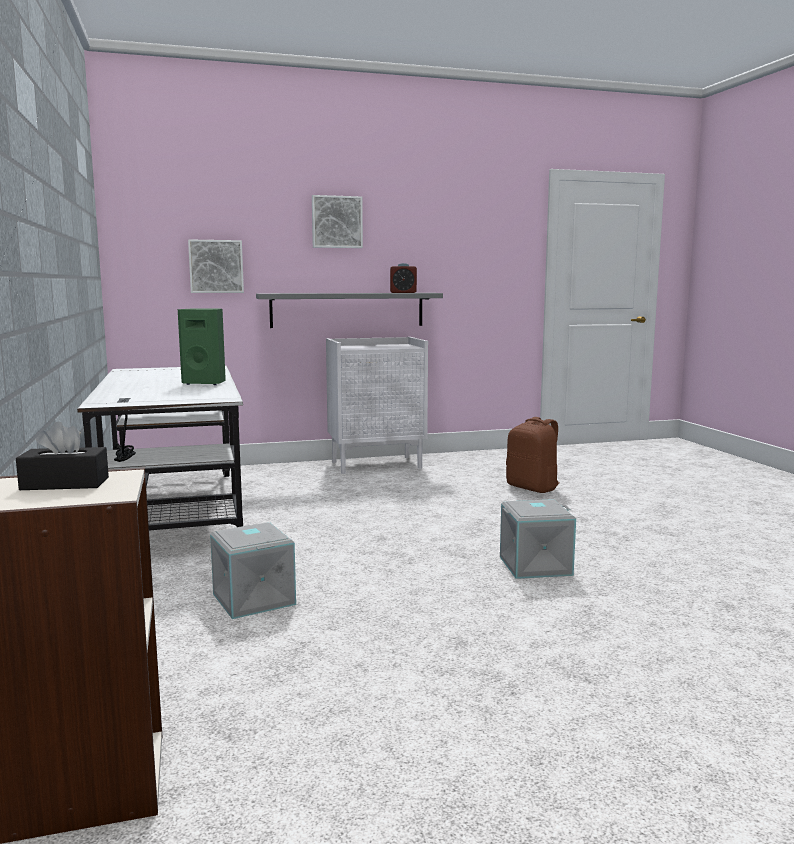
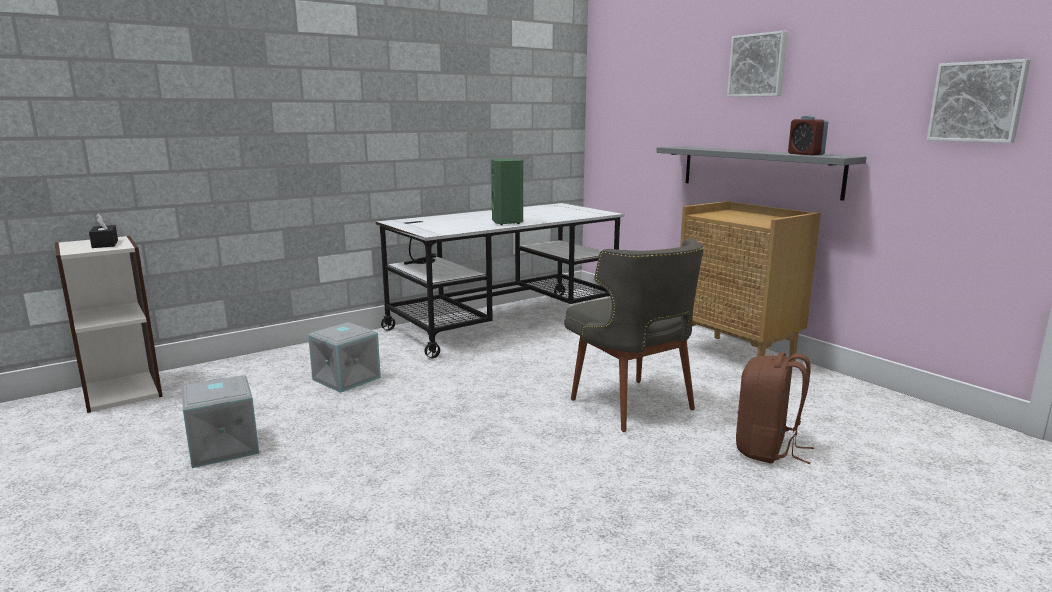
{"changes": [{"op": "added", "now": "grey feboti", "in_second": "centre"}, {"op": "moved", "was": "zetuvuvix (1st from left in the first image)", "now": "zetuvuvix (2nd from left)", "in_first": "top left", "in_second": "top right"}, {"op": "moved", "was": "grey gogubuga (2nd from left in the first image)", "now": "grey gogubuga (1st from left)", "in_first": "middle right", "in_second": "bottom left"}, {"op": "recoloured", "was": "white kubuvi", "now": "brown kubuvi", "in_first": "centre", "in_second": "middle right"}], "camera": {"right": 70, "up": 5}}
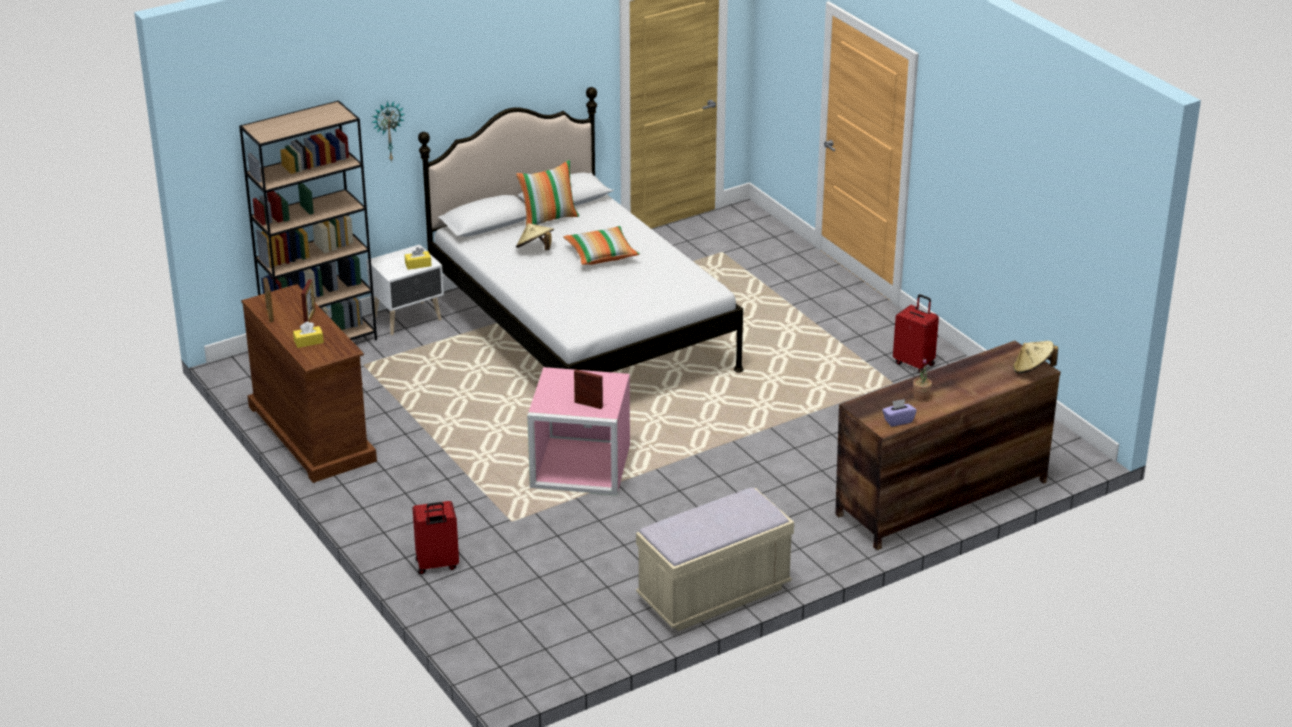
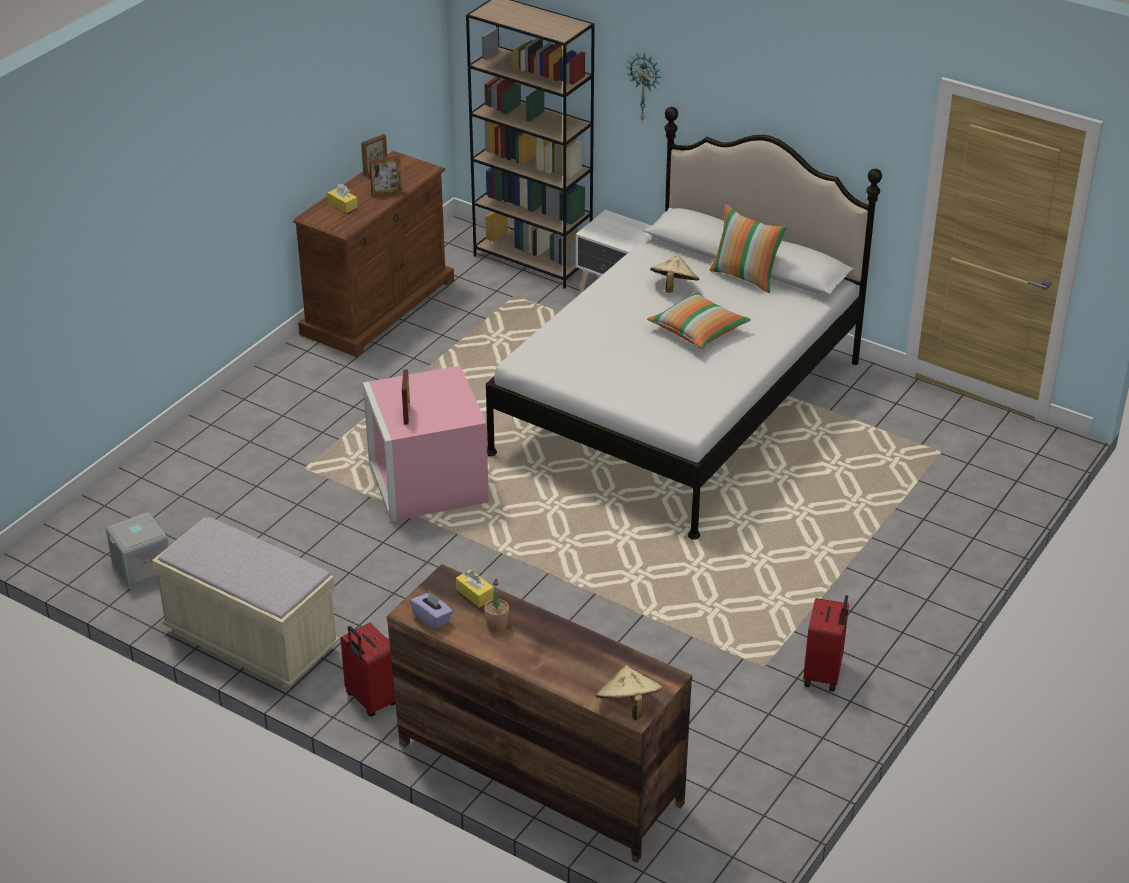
{"changes": [{"op": "added", "now": "grey gogubuga", "in_second": "middle left"}, {"op": "moved", "was": "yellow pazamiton (2nd from left)", "in_first": "middle left", "in_second": "centre"}, {"op": "moved", "was": "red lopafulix (1st from left)", "in_first": "bottom centre", "in_second": "bottom left"}], "camera": {"right": 65, "up": 5}}
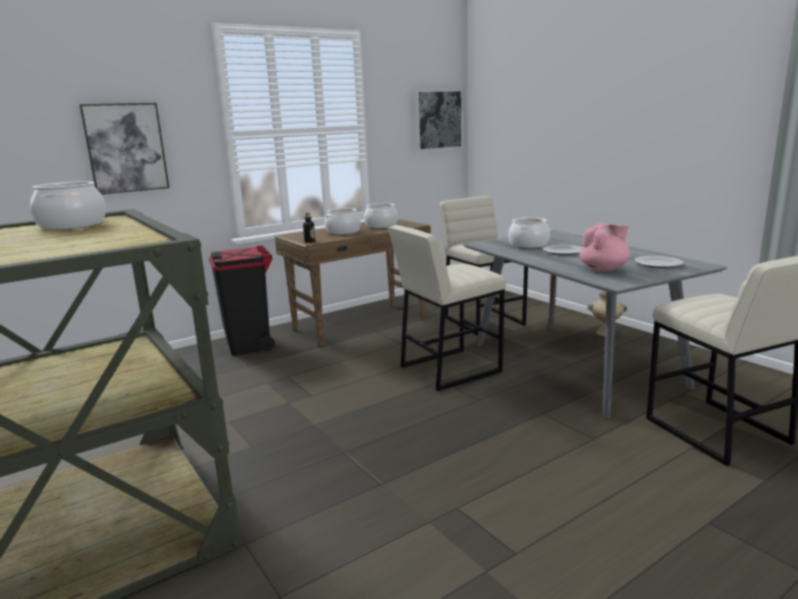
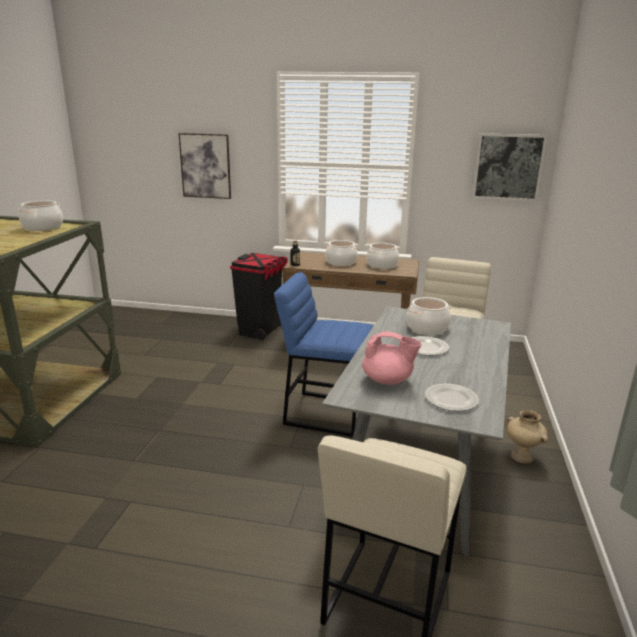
{"changes": [{"op": "recoloured", "was": "beige feboti (1st from left)", "now": "blue feboti", "in_first": "centre", "in_second": "centre"}], "camera": {"right": 45, "up": 5}}
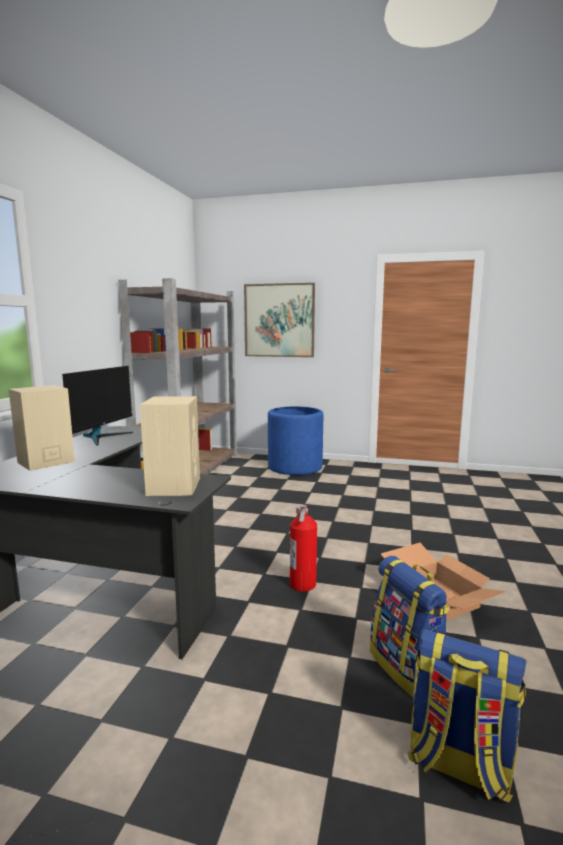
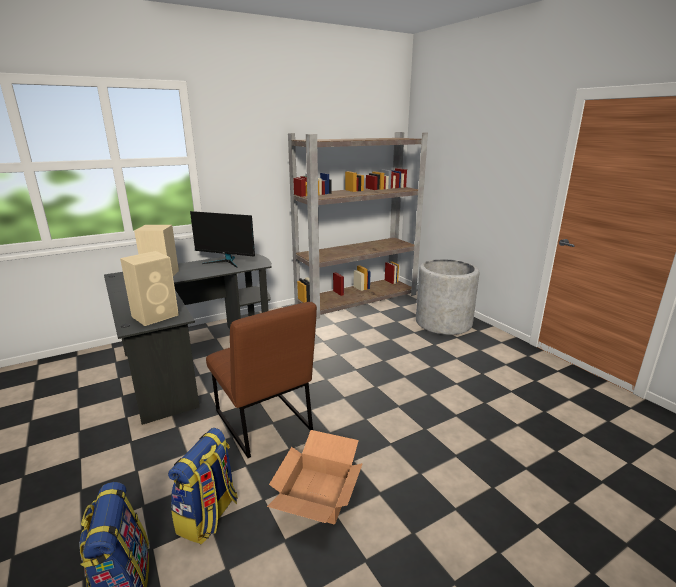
{"changes": [{"op": "removed", "was": "zetuvuvix", "in_first": "centre"}, {"op": "replaced", "was": "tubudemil", "now": "brown feboti", "in_first": "centre", "in_second": "centre"}, {"op": "recoloured", "was": "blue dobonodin", "now": "grey dobonodin", "in_first": "centre", "in_second": "centre"}, {"op": "turned", "was": "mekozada", "in_first": "middle left", "in_second": "middle left", "clockwise": 45}], "camera": {"right": 45, "up": 10}}
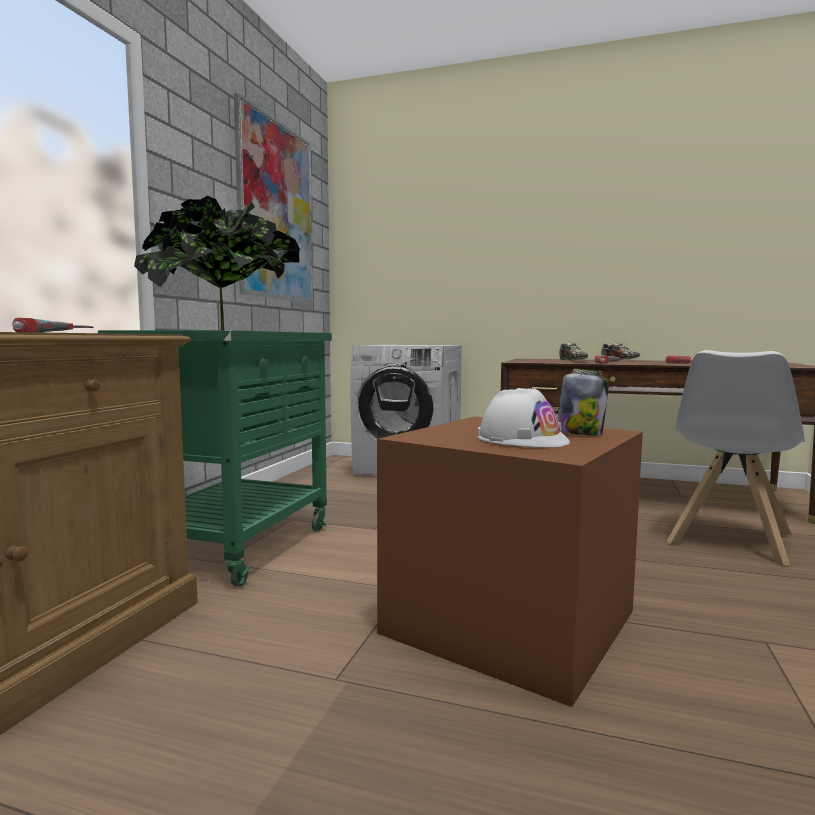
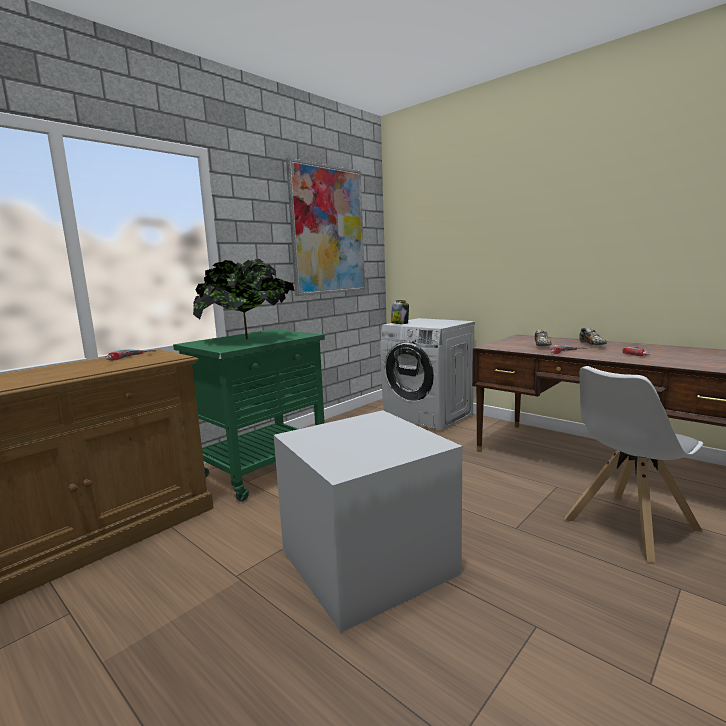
{"changes": [{"op": "removed", "was": "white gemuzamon", "in_first": "centre"}, {"op": "moved", "was": "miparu", "in_first": "middle right", "in_second": "centre"}, {"op": "recoloured", "was": "brown gogubuga", "now": "grey gogubuga", "in_first": "bottom centre", "in_second": "bottom centre"}], "camera": {"right": 25, "up": 5}}
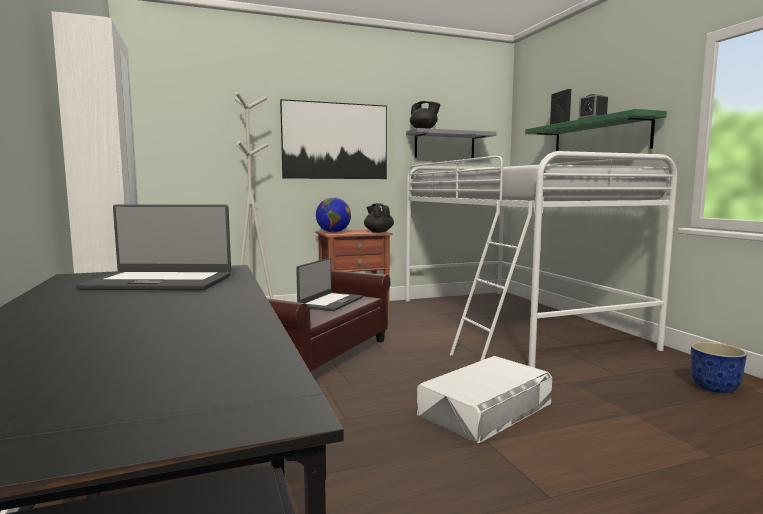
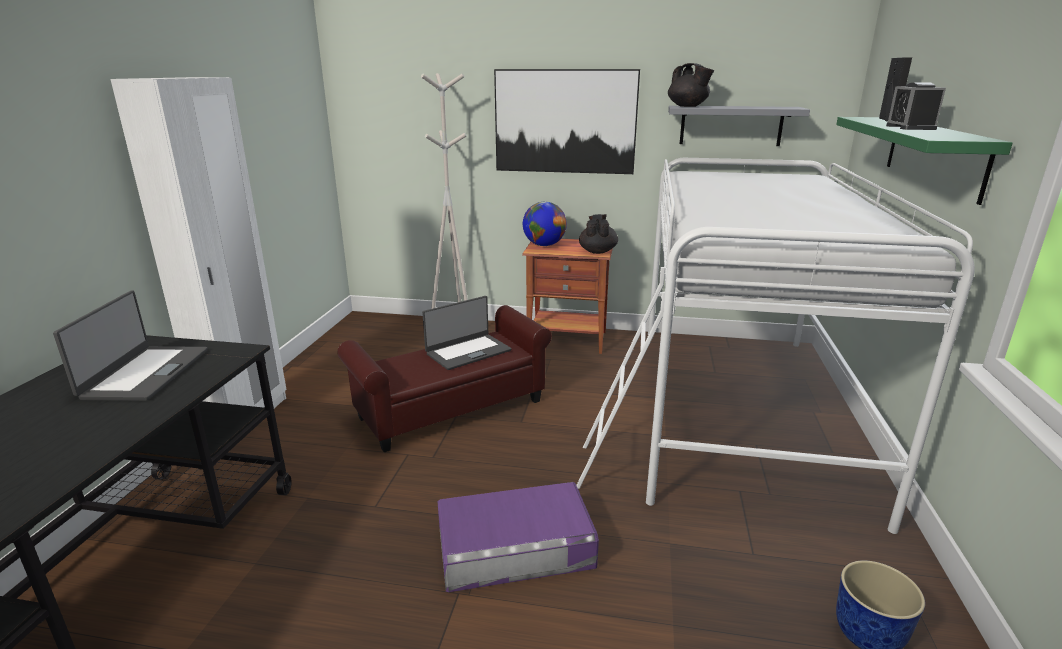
{"changes": [{"op": "recoloured", "was": "white gogubuga", "now": "purple gogubuga", "in_first": "bottom centre", "in_second": "bottom centre"}, {"op": "turned", "was": "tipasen (1st from left)", "in_first": "middle left", "in_second": "middle left", "clockwise": -120}], "camera": {"right": 30, "up": 15}}
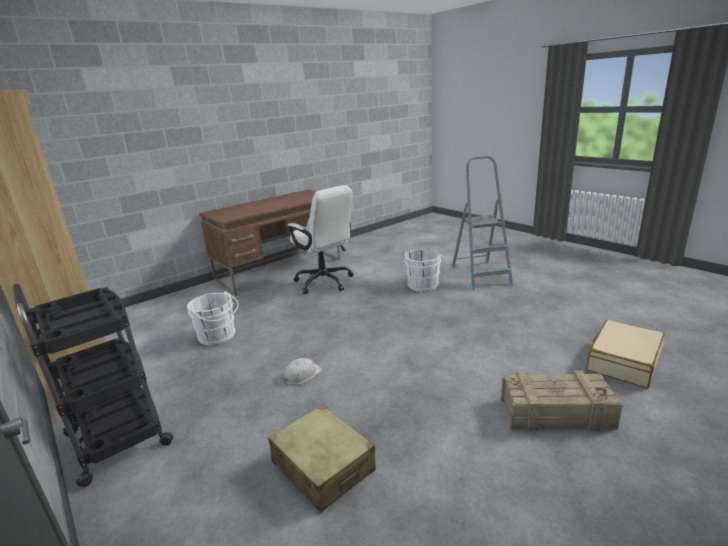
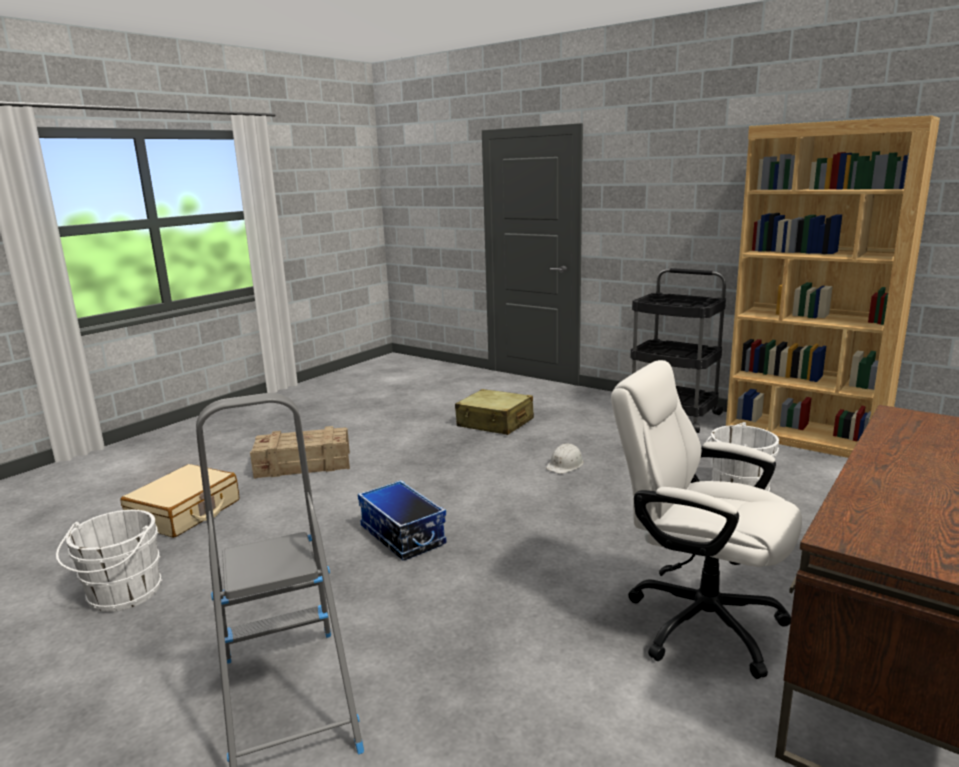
{"changes": [{"op": "added", "now": "gogubuga", "in_second": "bottom centre"}, {"op": "moved", "was": "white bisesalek (2nd from left in the first image)", "now": "white bisesalek (1st from left)", "in_first": "centre", "in_second": "bottom left"}], "camera": {"right": 165, "up": -5}}
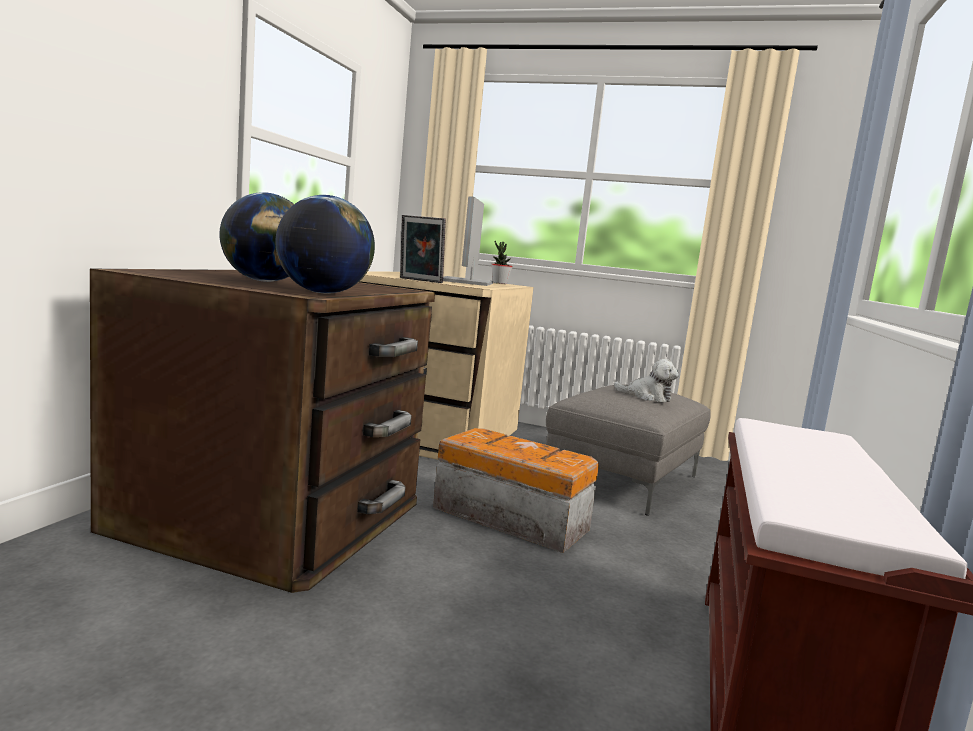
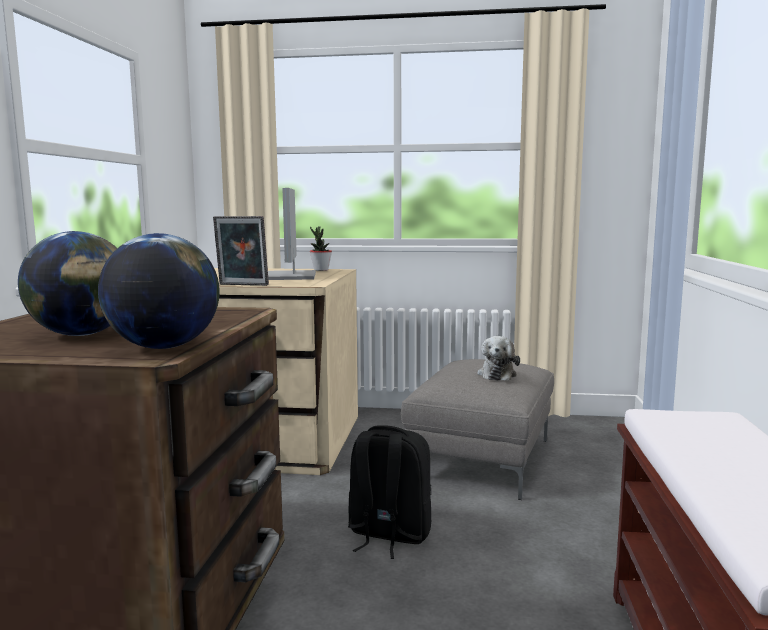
{"changes": [{"op": "replaced", "was": "gogubuga", "now": "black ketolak", "in_first": "bottom centre", "in_second": "bottom centre"}, {"op": "turned", "was": "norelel", "in_first": "centre", "in_second": "centre", "clockwise": 90}], "camera": {"right": -10, "up": 0}}
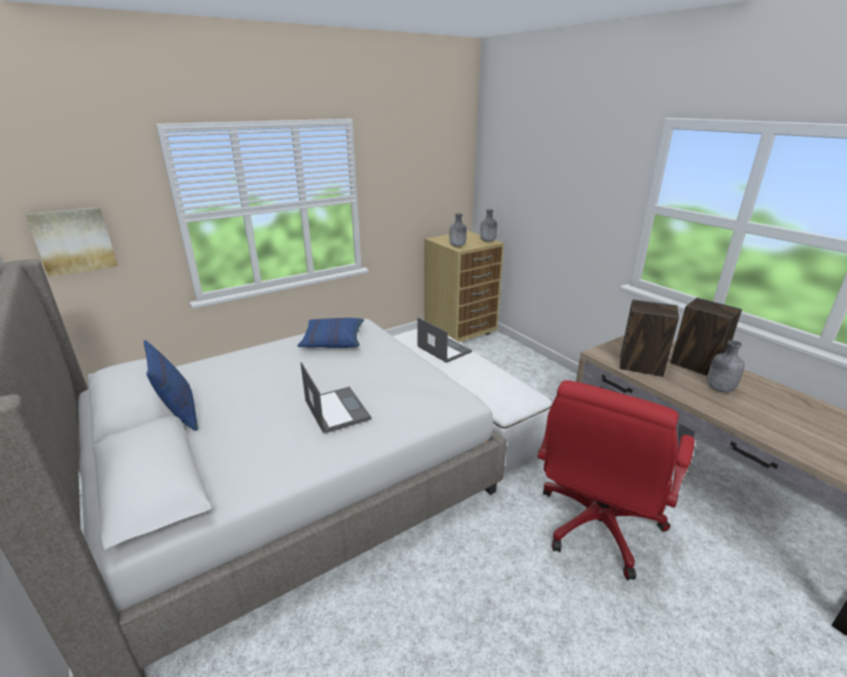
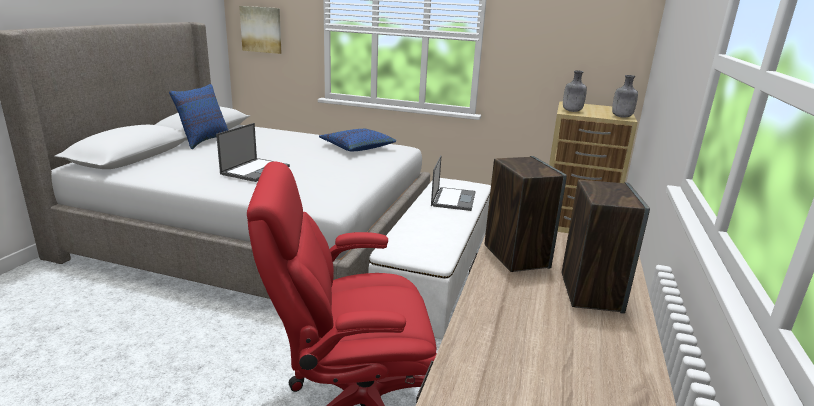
{"changes": [{"op": "removed", "was": "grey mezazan (3rd from left)", "in_first": "middle right"}], "camera": {"right": 50, "up": -5}}
